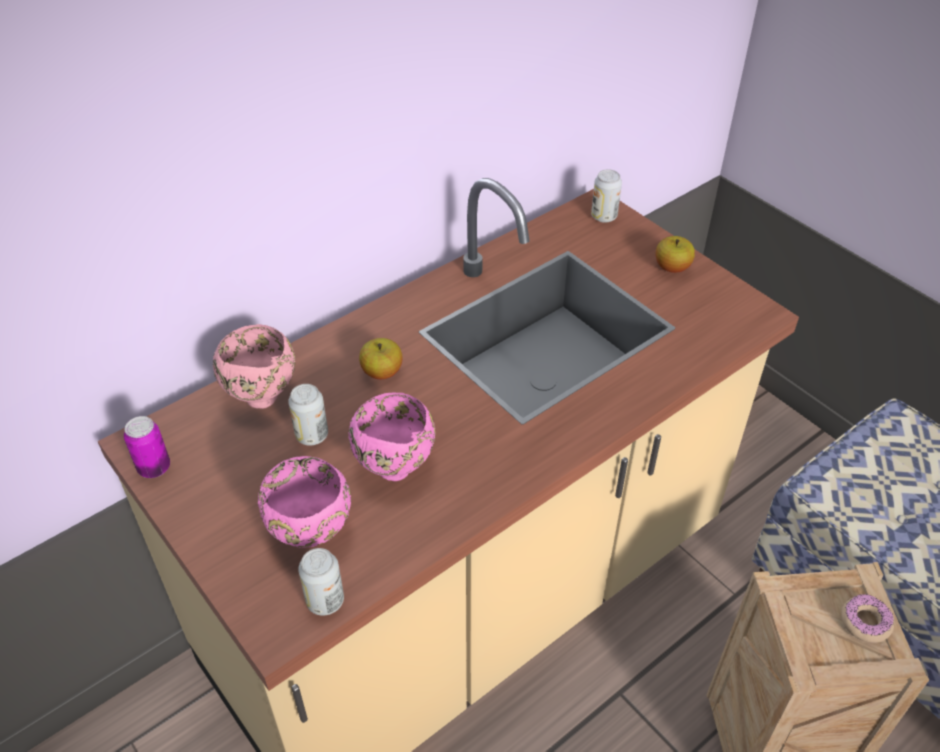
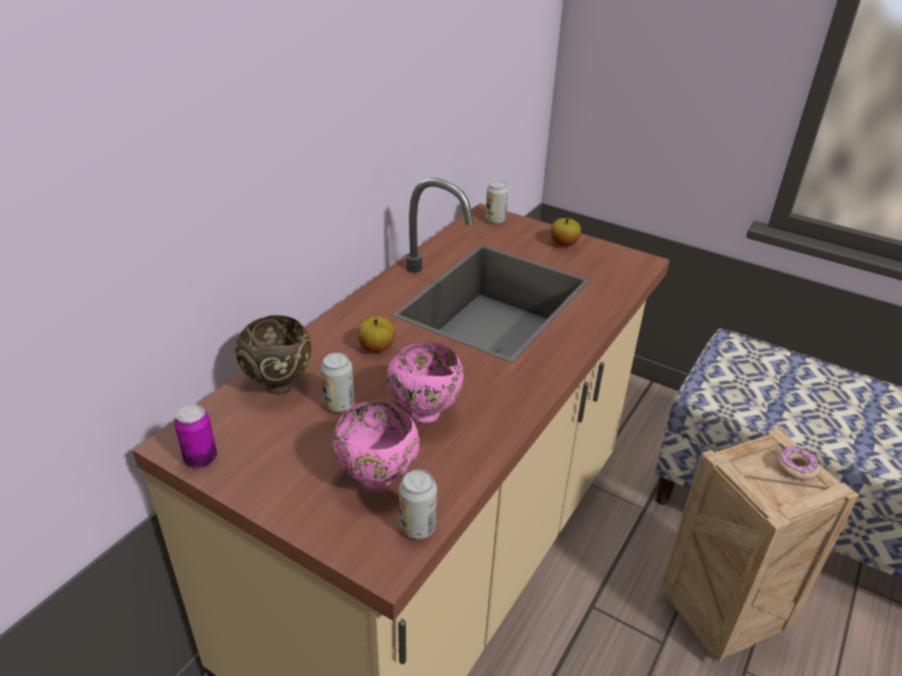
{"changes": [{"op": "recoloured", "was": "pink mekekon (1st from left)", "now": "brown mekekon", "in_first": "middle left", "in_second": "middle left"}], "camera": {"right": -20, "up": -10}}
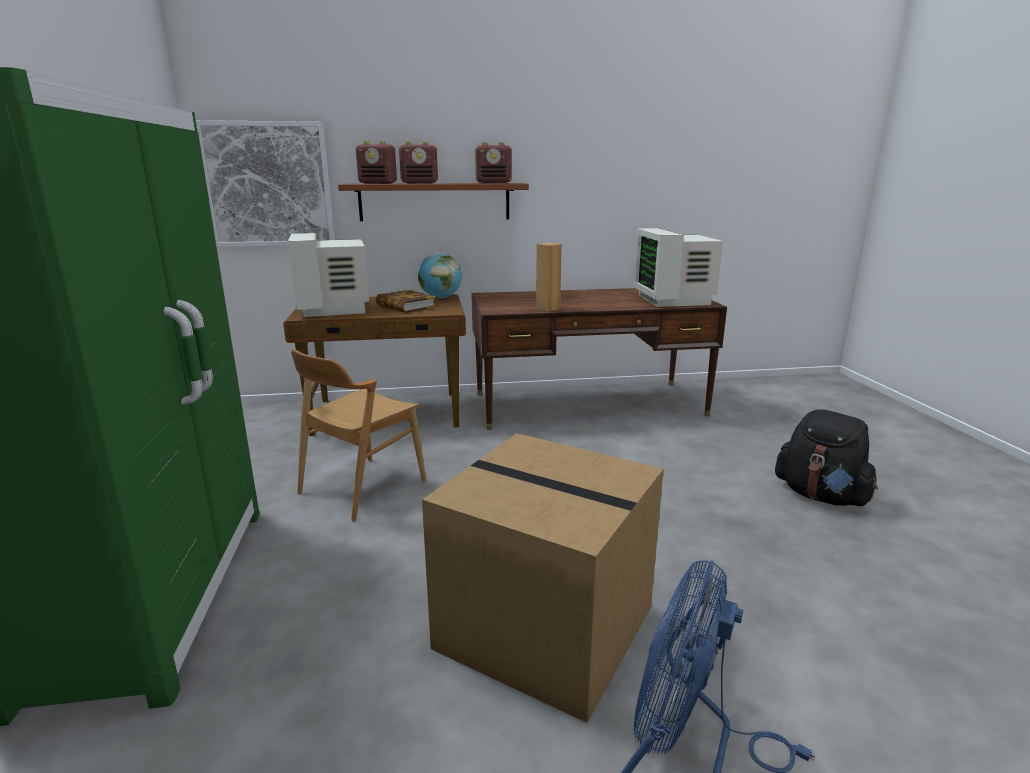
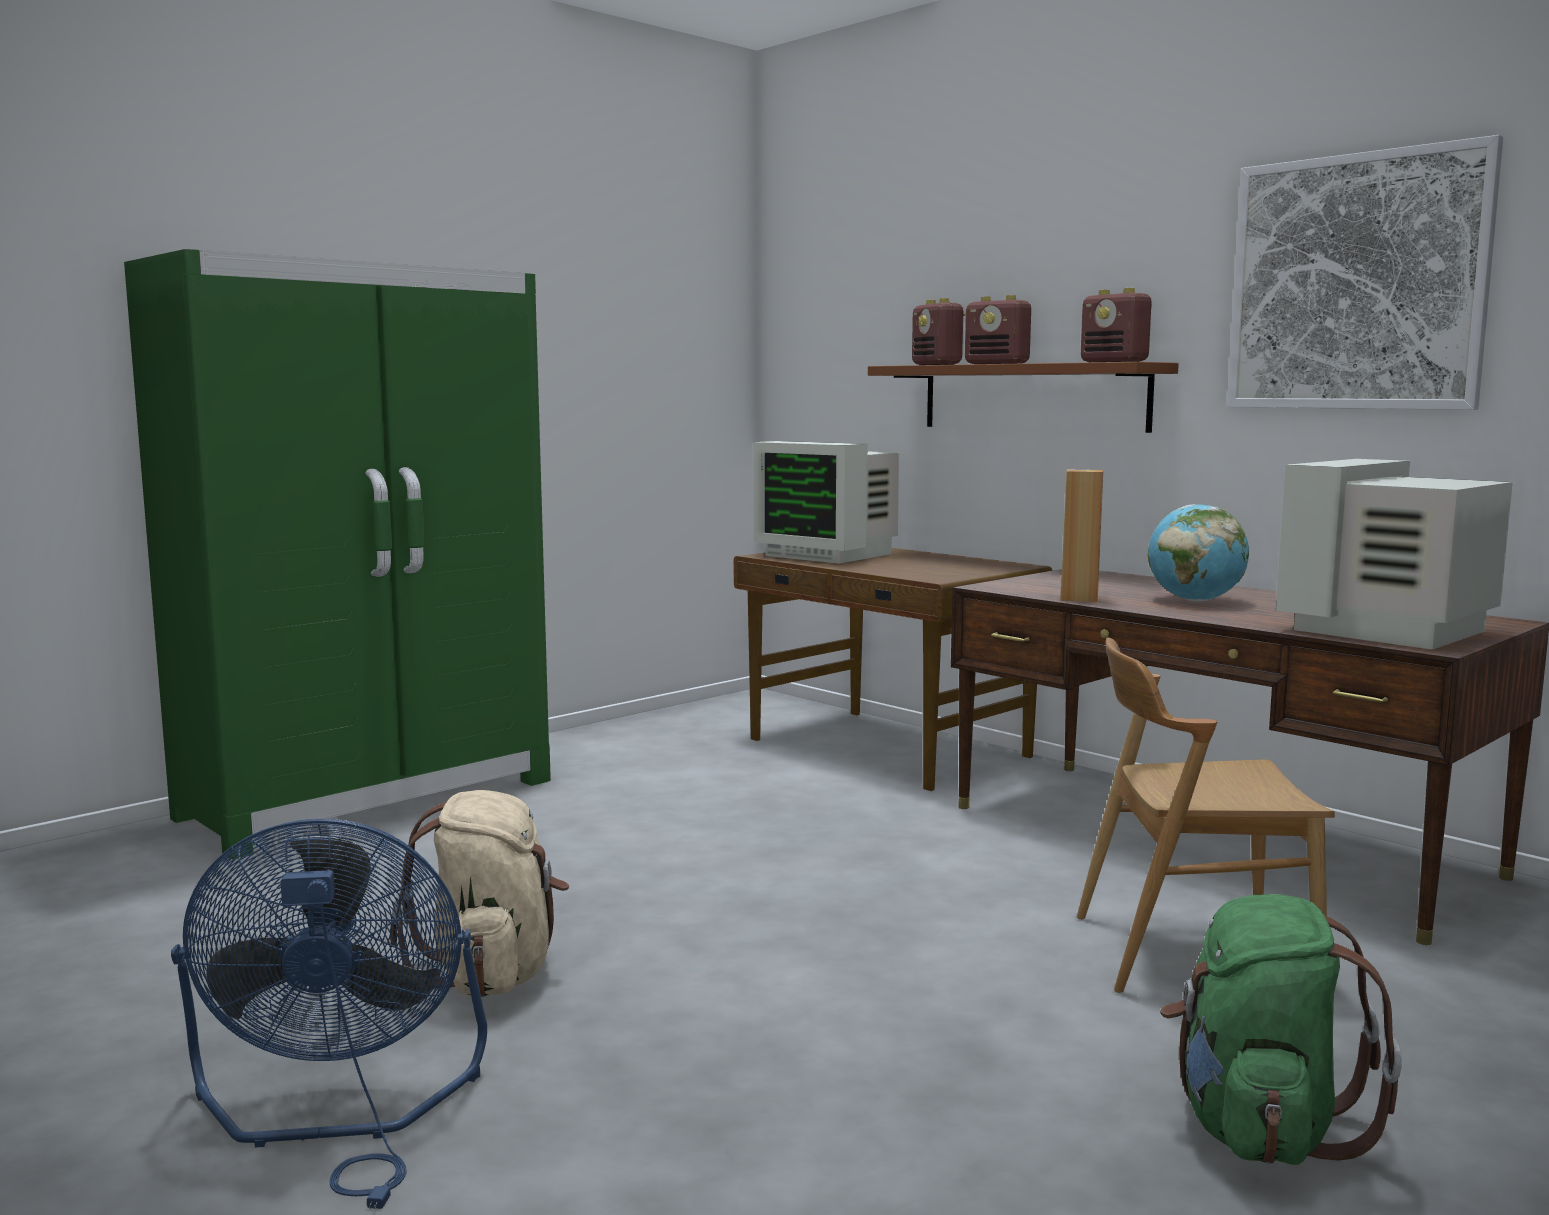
{"changes": [{"op": "removed", "was": "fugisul", "in_first": "centre"}, {"op": "moved", "was": "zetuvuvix", "in_first": "top left", "in_second": "top right"}, {"op": "moved", "was": "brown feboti", "in_first": "centre", "in_second": "bottom right"}, {"op": "moved", "was": "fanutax", "in_first": "centre", "in_second": "middle right"}, {"op": "replaced", "was": "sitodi", "now": "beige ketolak", "in_first": "bottom centre", "in_second": "bottom left"}, {"op": "recoloured", "was": "black ketolak", "now": "green ketolak", "in_first": "middle right", "in_second": "bottom right"}, {"op": "turned", "was": "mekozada (1st from left)", "in_first": "middle left", "in_second": "centre", "clockwise": -90}], "camera": {"right": 55, "up": -10}}
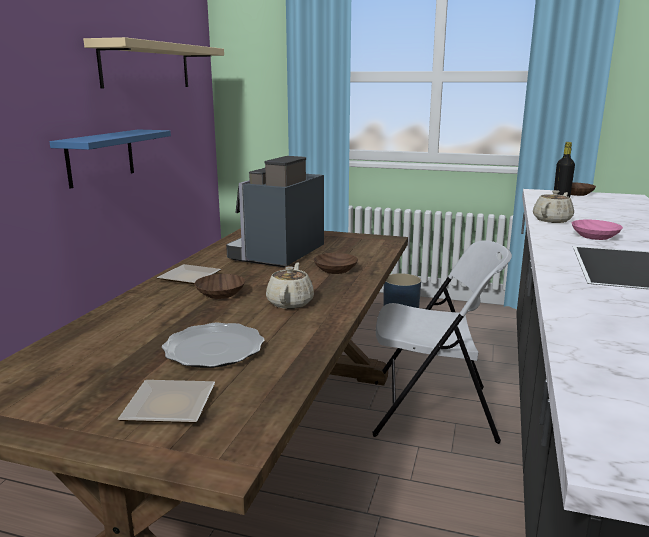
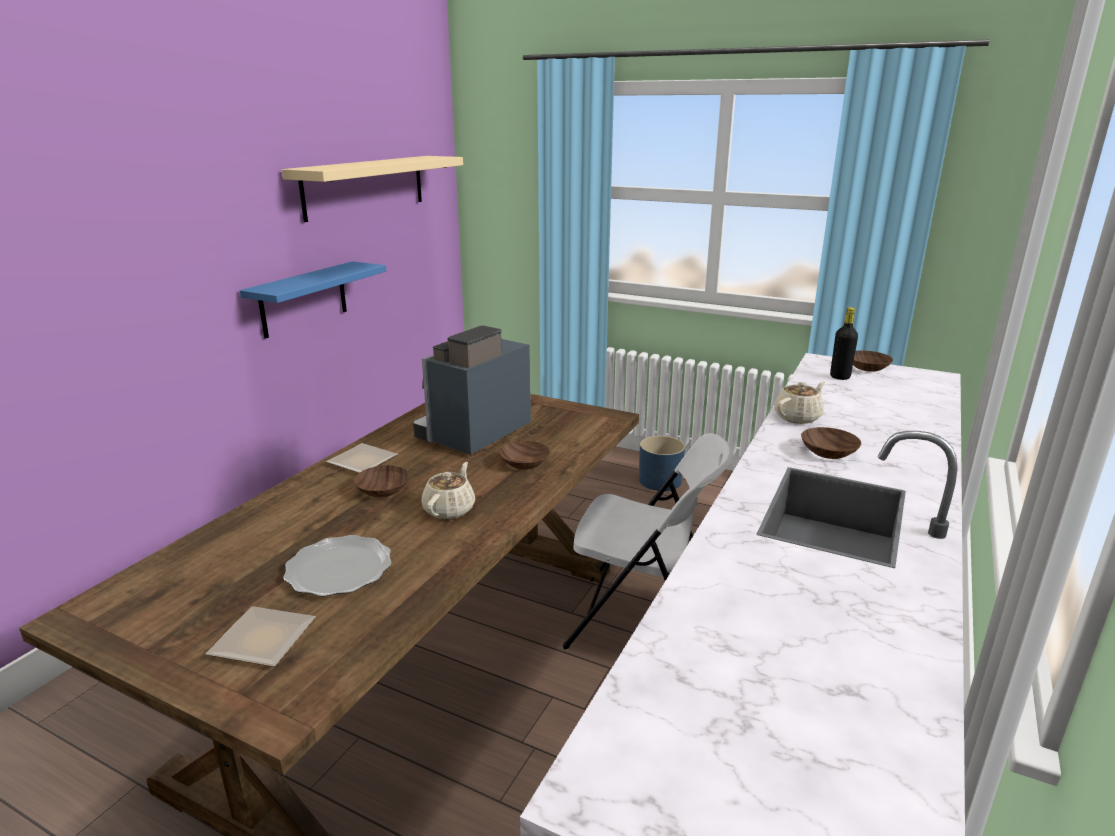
{"changes": [{"op": "recoloured", "was": "pink mekekon", "now": "brown mekekon (3rd from left)", "in_first": "middle right", "in_second": "middle right"}], "camera": {"right": 10, "up": 5}}
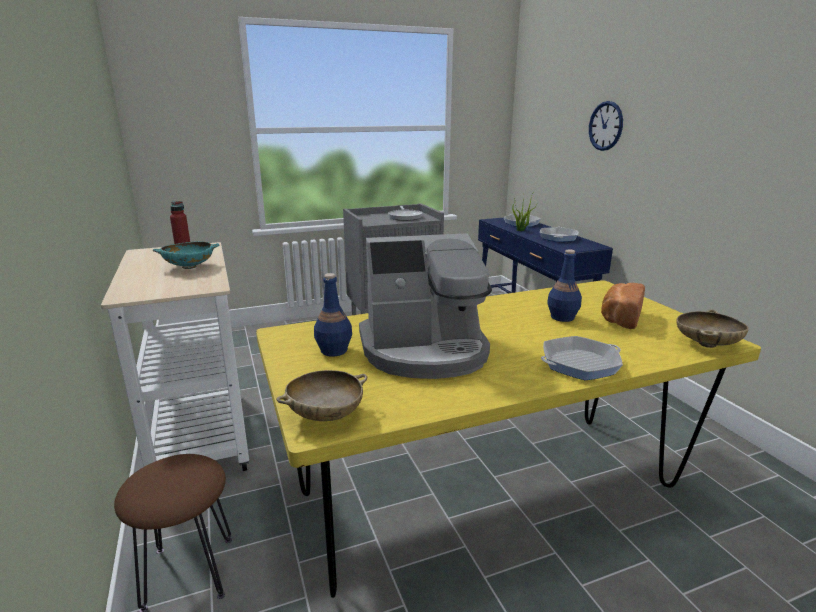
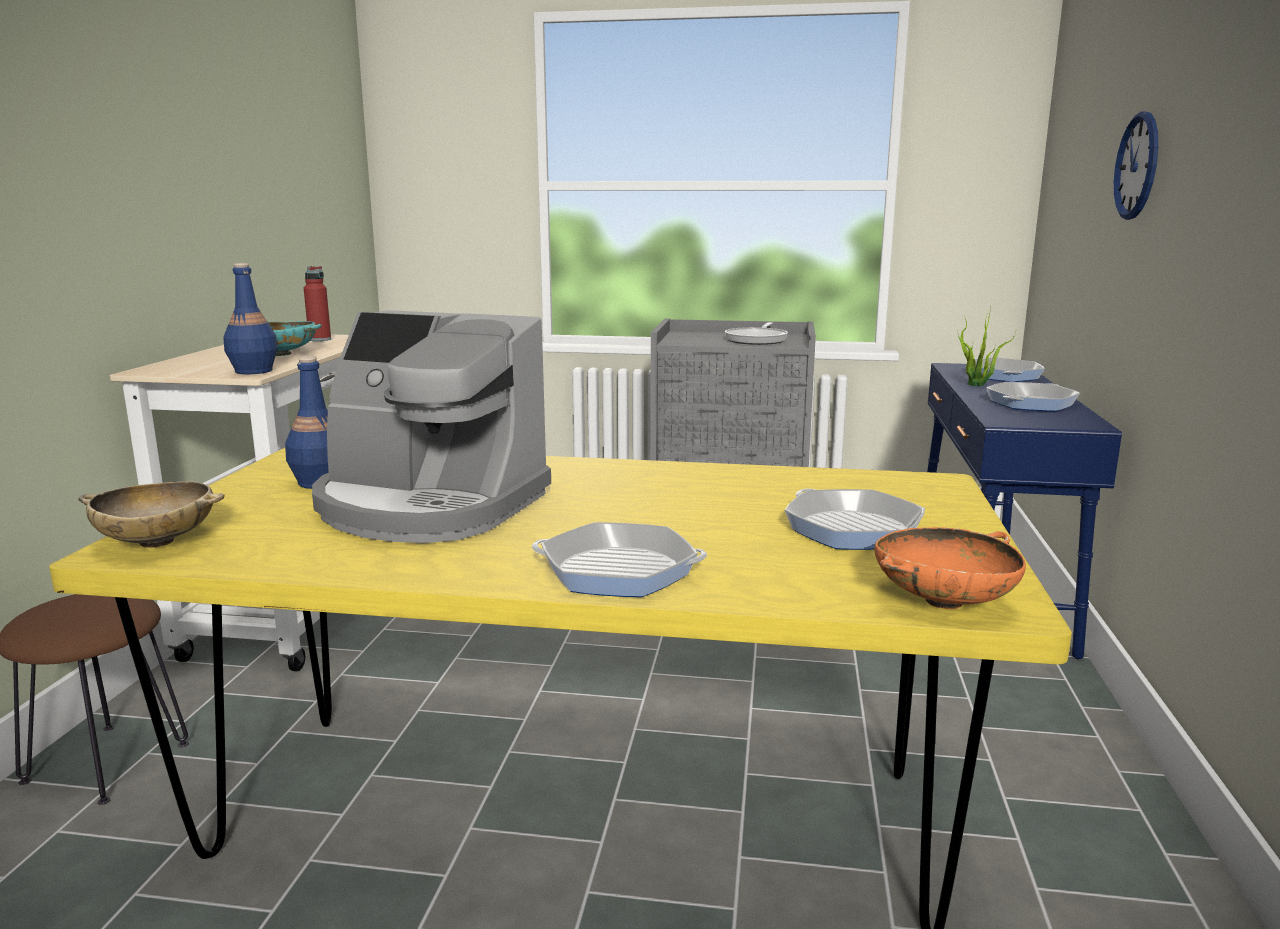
{"changes": [{"op": "moved", "was": "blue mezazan (2nd from left in the first image)", "now": "blue mezazan (1st from left)", "in_first": "middle right", "in_second": "middle left"}, {"op": "replaced", "was": "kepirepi", "now": "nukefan (3rd from left)", "in_first": "middle right", "in_second": "middle right"}, {"op": "recoloured", "was": "beige mekekon (2nd from left)", "now": "orange mekekon", "in_first": "middle right", "in_second": "middle right"}], "camera": {"right": 30, "up": -5}}
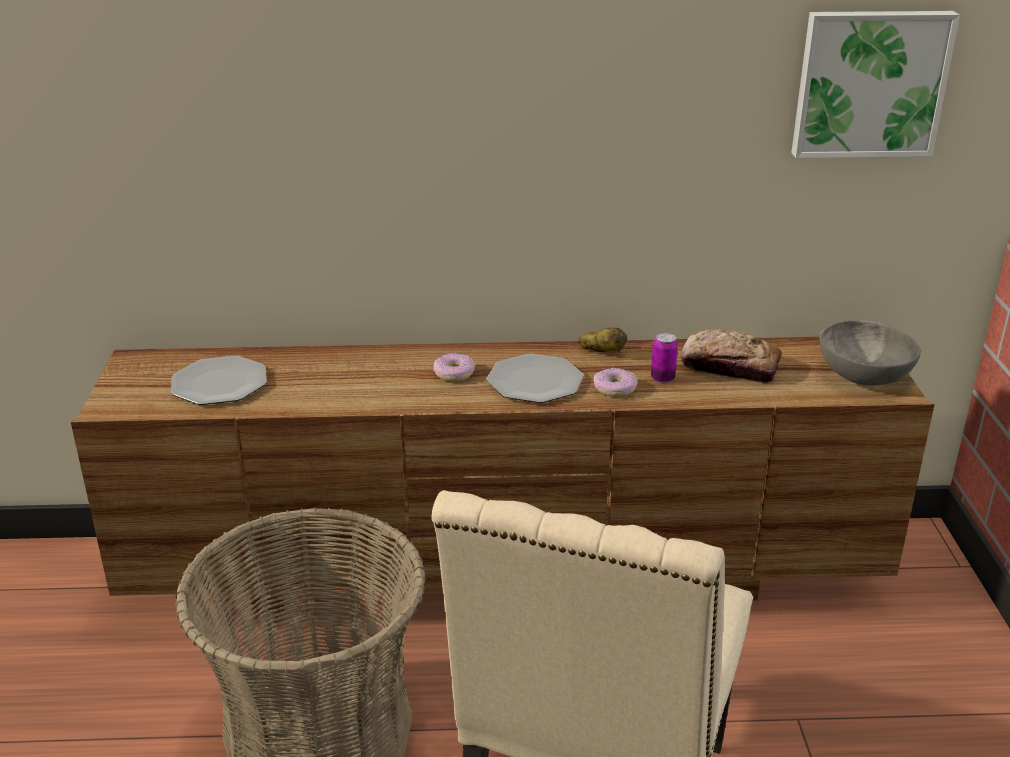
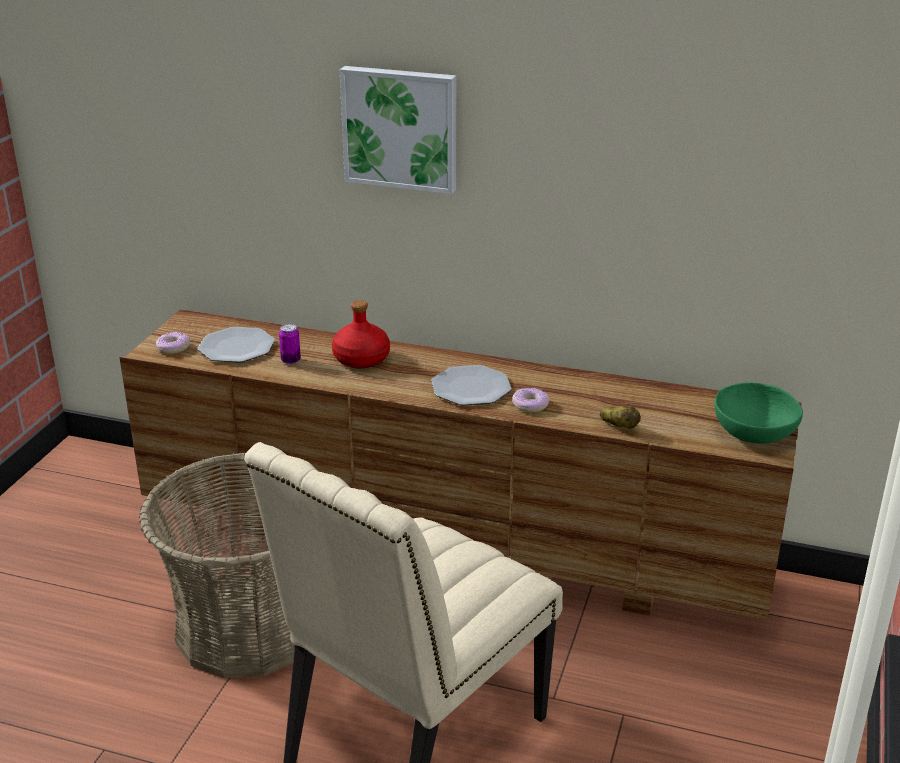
{"changes": [{"op": "removed", "was": "kepirepi", "in_first": "middle right"}, {"op": "added", "now": "red mezazan", "in_second": "centre"}, {"op": "moved", "was": "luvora (1st from left)", "in_first": "centre", "in_second": "middle left"}, {"op": "moved", "was": "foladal", "in_first": "centre", "in_second": "middle right"}, {"op": "moved", "was": "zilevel", "in_first": "centre", "in_second": "middle left"}, {"op": "moved", "was": "zetuvuvix", "in_first": "top right", "in_second": "top centre"}, {"op": "recoloured", "was": "grey mekekon", "now": "green mekekon", "in_first": "middle right", "in_second": "middle right"}], "camera": {"right": 20, "up": 0}}
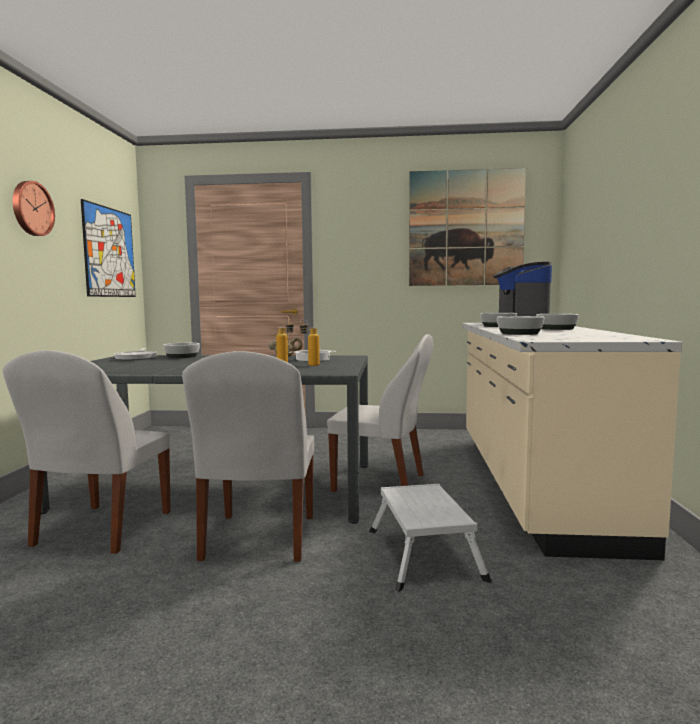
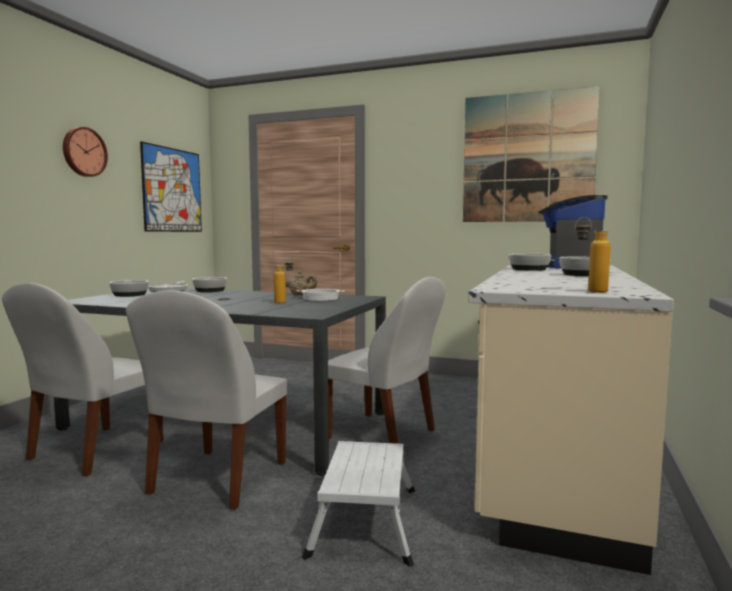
{"changes": [{"op": "moved", "was": "mezazan (2nd from left)", "in_first": "centre", "in_second": "middle right"}, {"op": "moved", "was": "mekekon (3rd from left in the first image)", "now": "mekekon (1st from left)", "in_first": "middle right", "in_second": "middle left"}], "camera": {"right": 15, "up": 0}}
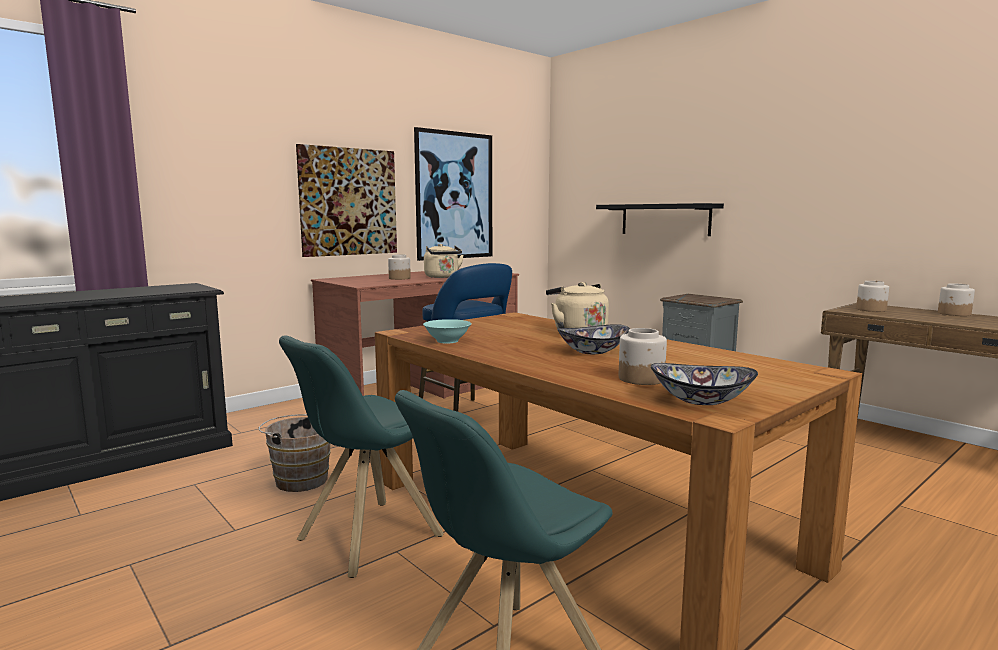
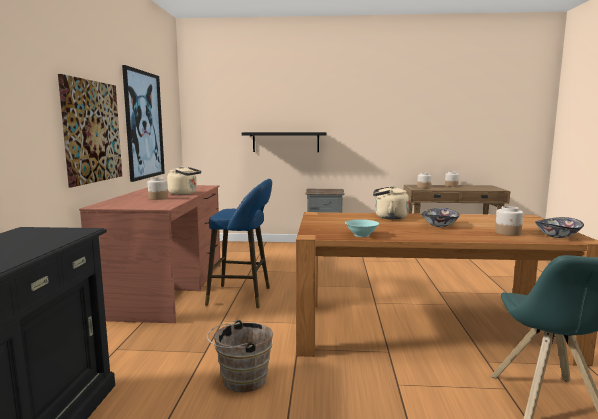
{"changes": [{"op": "removed", "was": "turquoise feboti (1st from left)", "in_first": "bottom centre"}], "camera": {"right": -45, "up": 0}}
